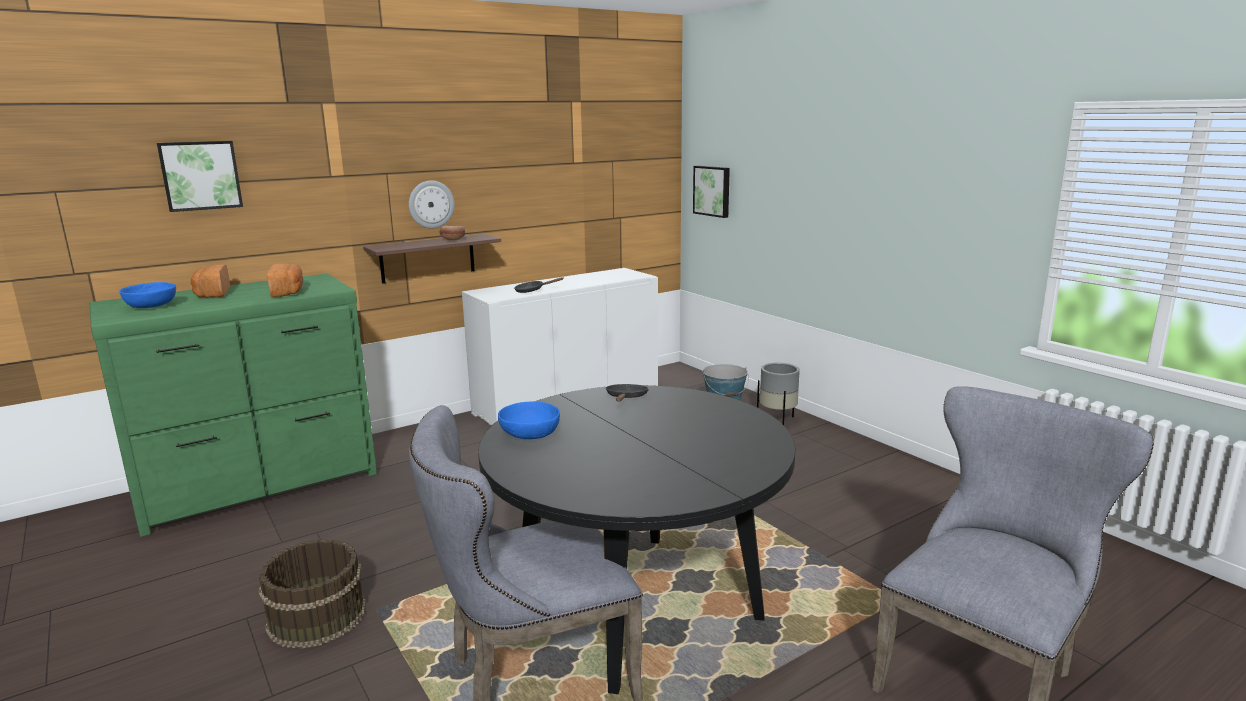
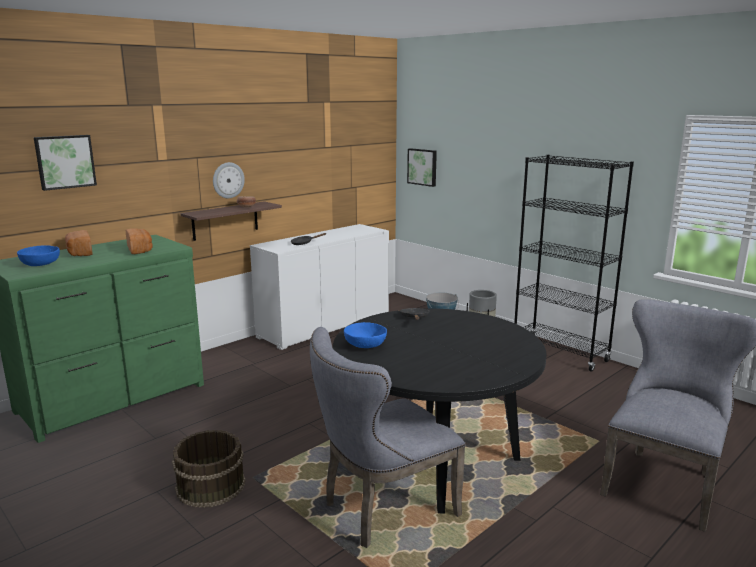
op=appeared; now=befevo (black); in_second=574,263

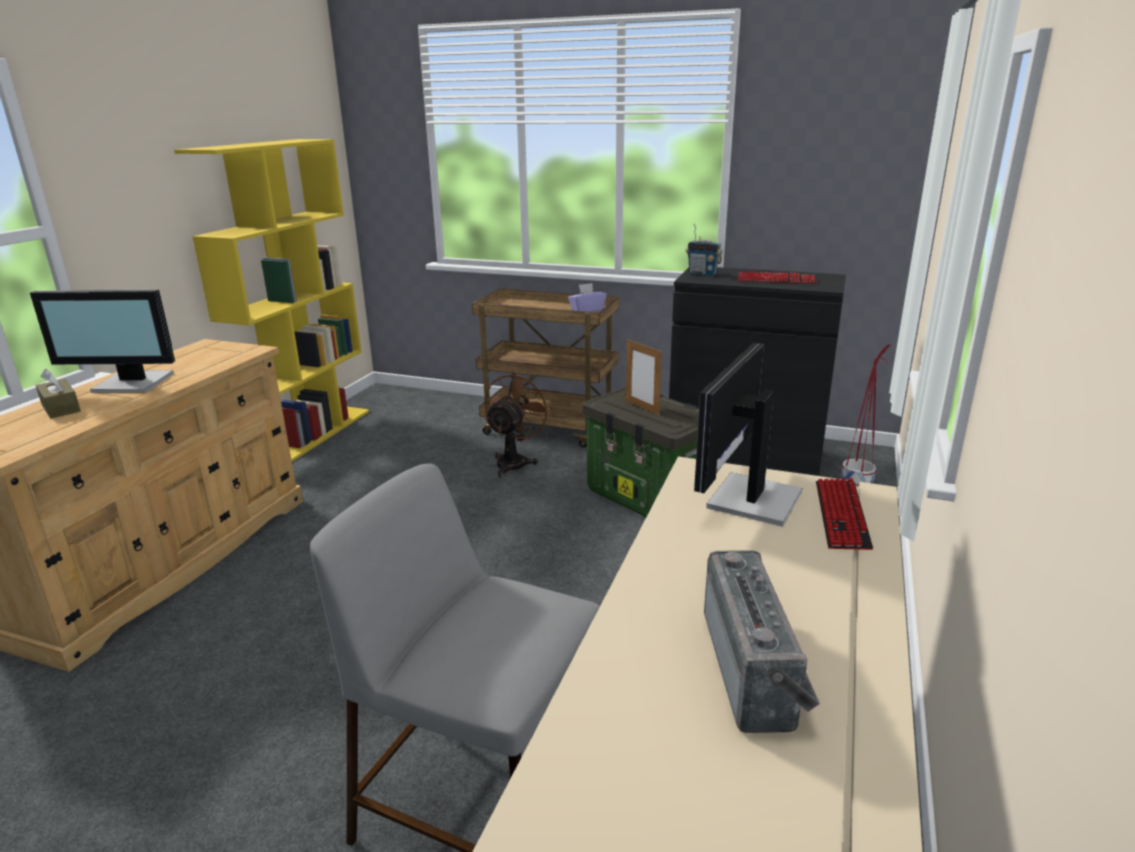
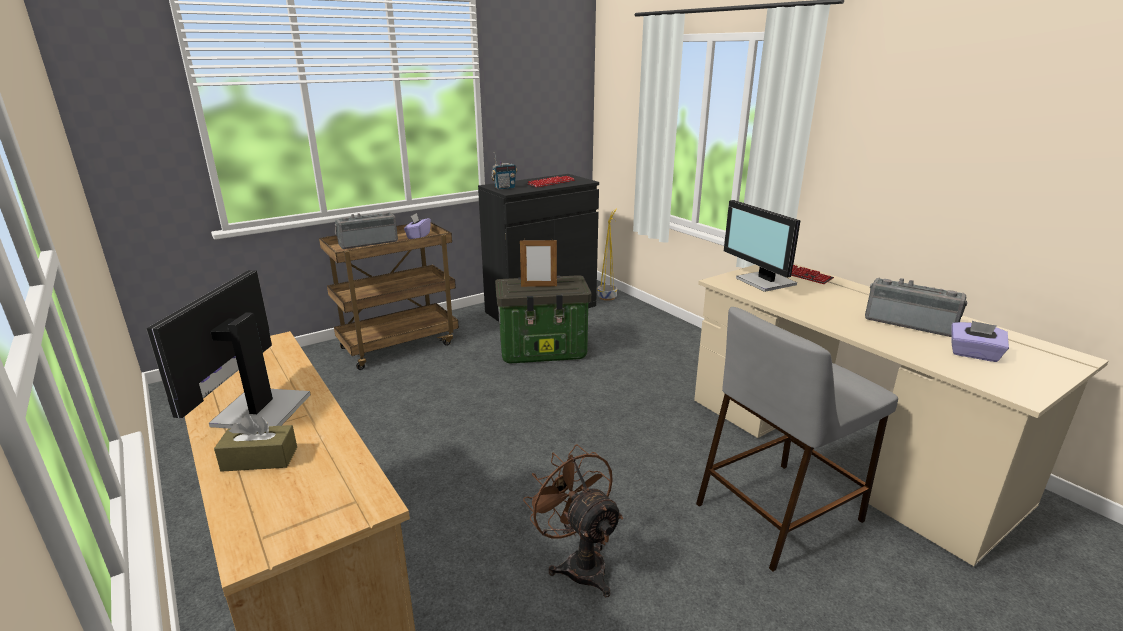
op=spun; was=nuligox; in_first=102,341; in_second=228,349; clockwise=150
op=missing; was=befevo (yellow); in_first=271,300
op=relocated; was=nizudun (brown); in_first=518,424; in_second=573,520
op=colour; was=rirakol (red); now=rirakol (yellow); in_first=866,415; in_second=607,255
op=appeared; now=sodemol; in_second=366,230
op=appeared; now=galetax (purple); in_second=980,341

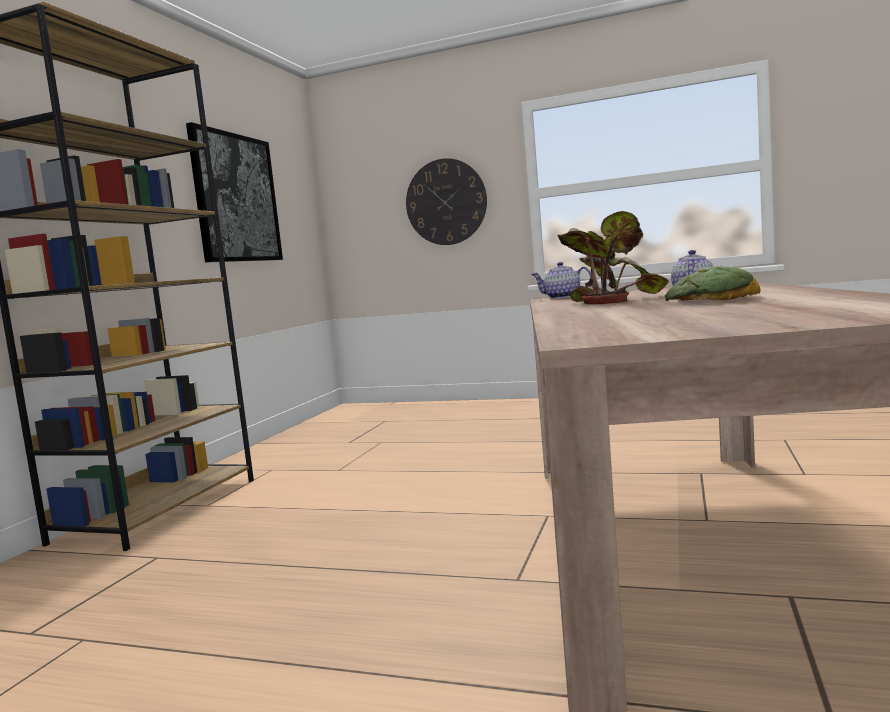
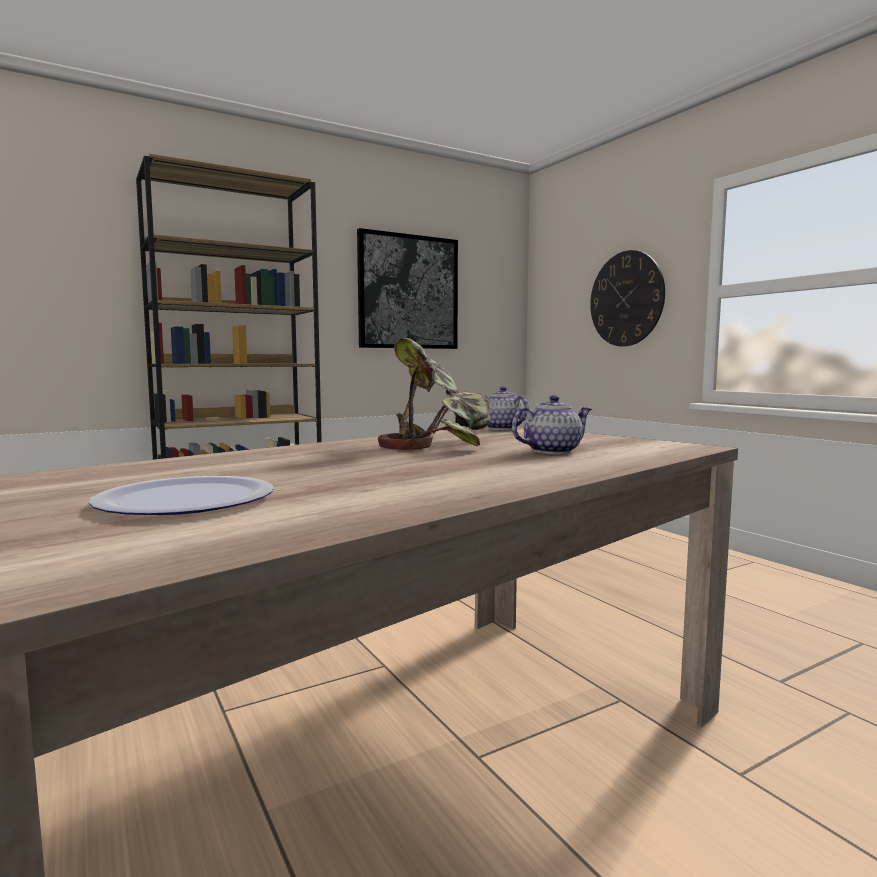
op=missing; was=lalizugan; in_first=713,283
op=appeared; now=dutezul; in_second=181,495

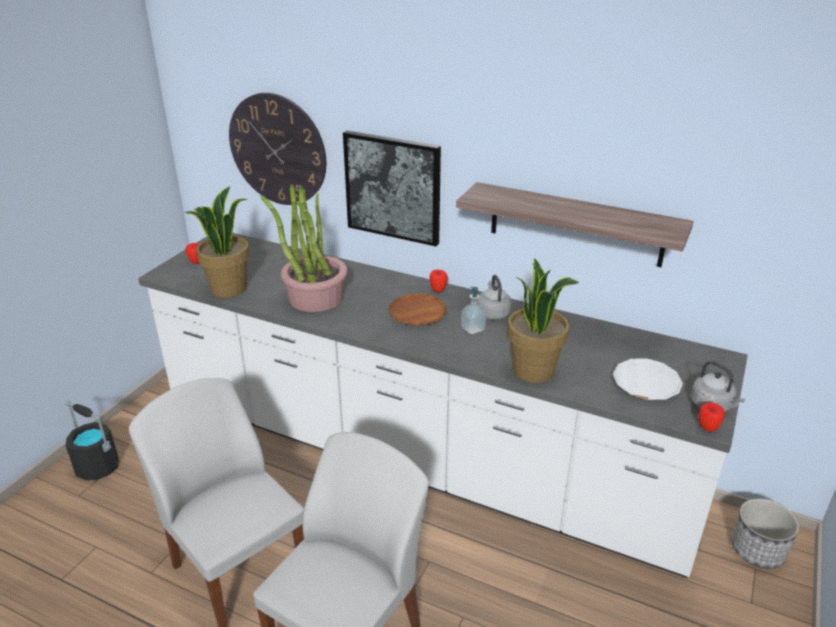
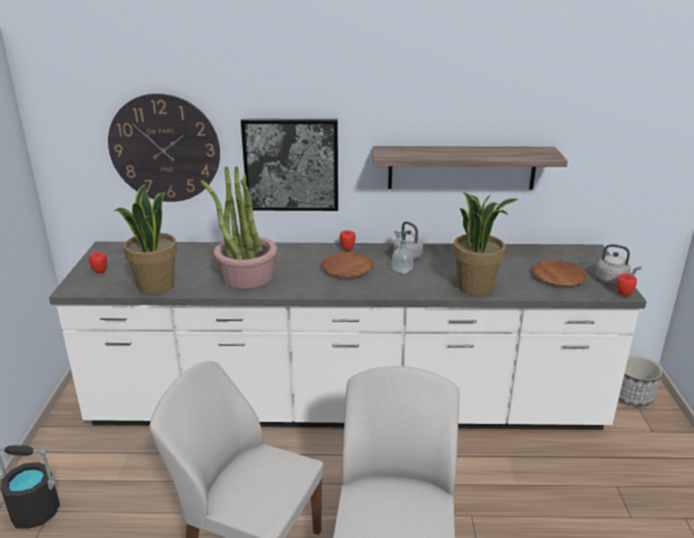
op=colour; was=dutezul (white); now=dutezul (brown); in_first=648,379; in_second=560,273

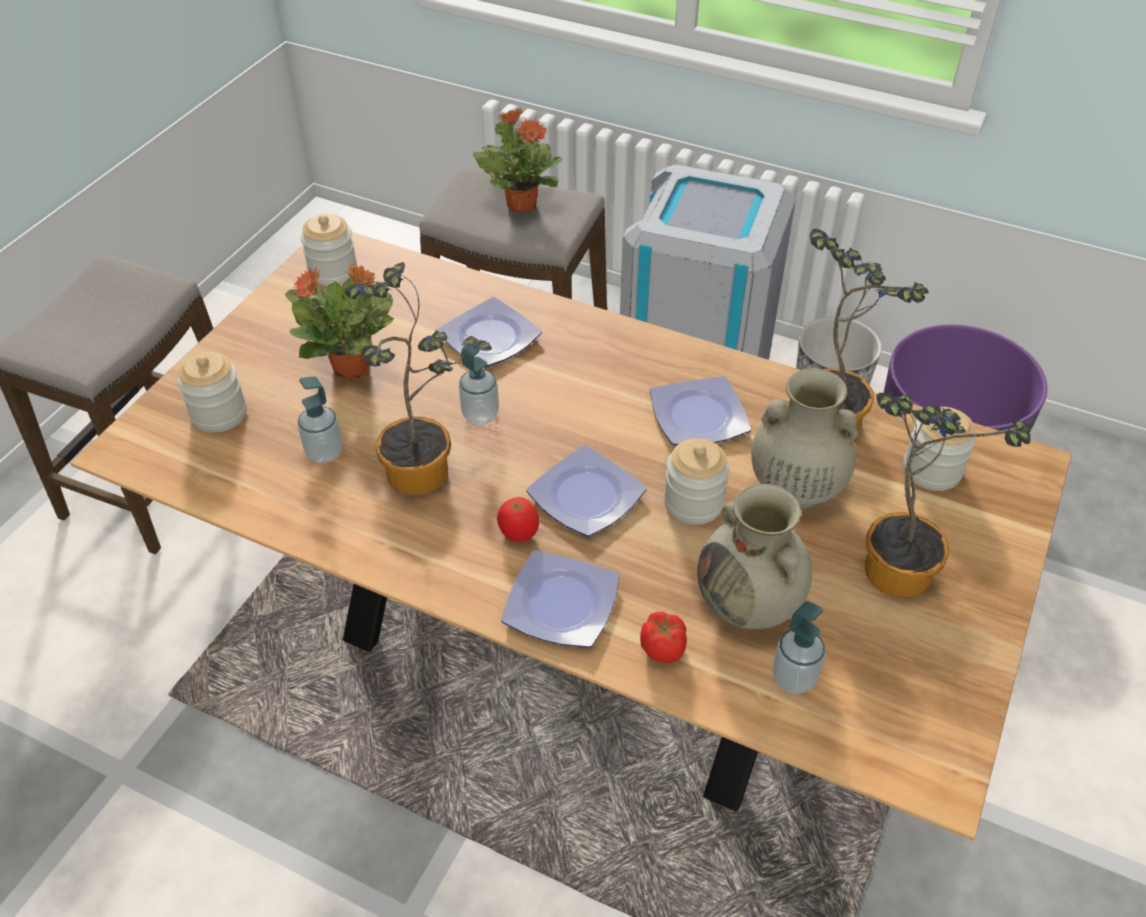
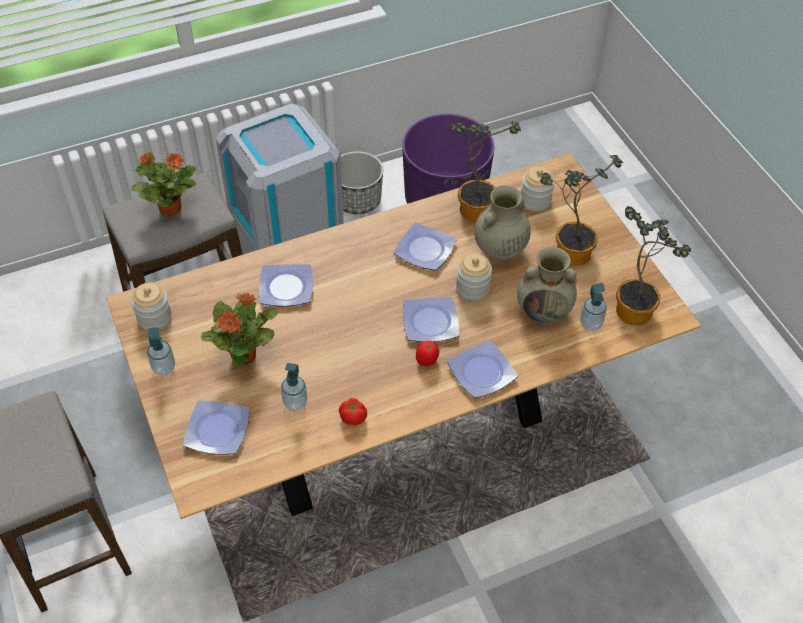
op=exchanged; was=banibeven; now=dutezul; in_first=212,392; in_second=216,427
op=relocated; was=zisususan; in_first=418,378; in_second=653,265
op=relocated; was=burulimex; in_first=479,382; in_second=161,351
op=relocated; was=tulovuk; in_first=663,637; in_second=353,412

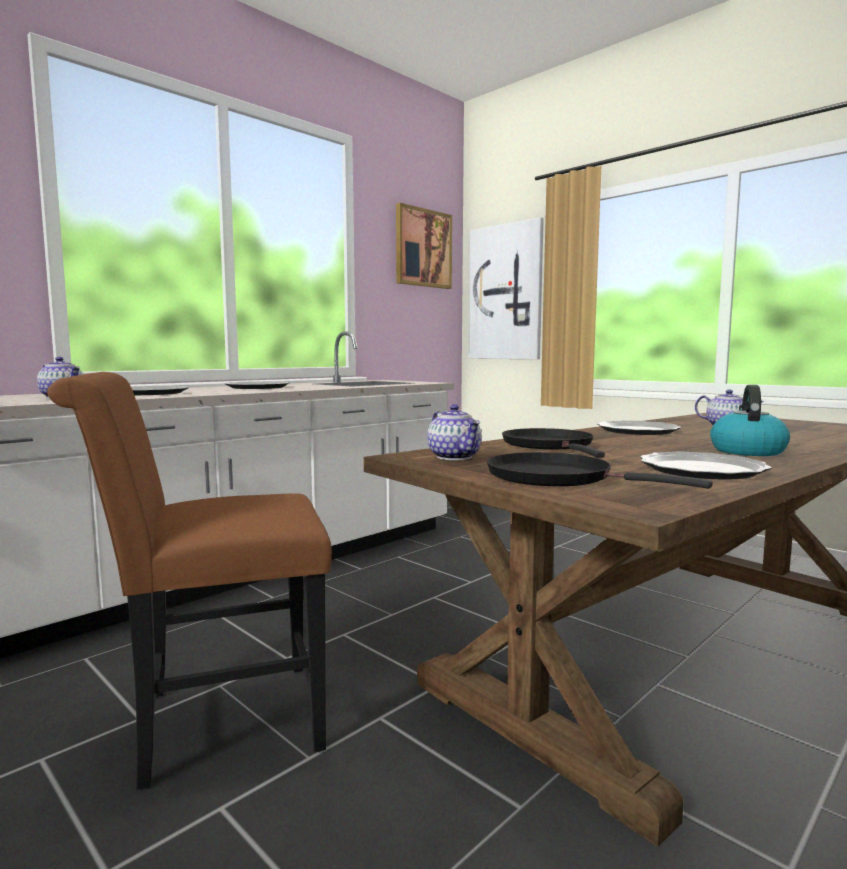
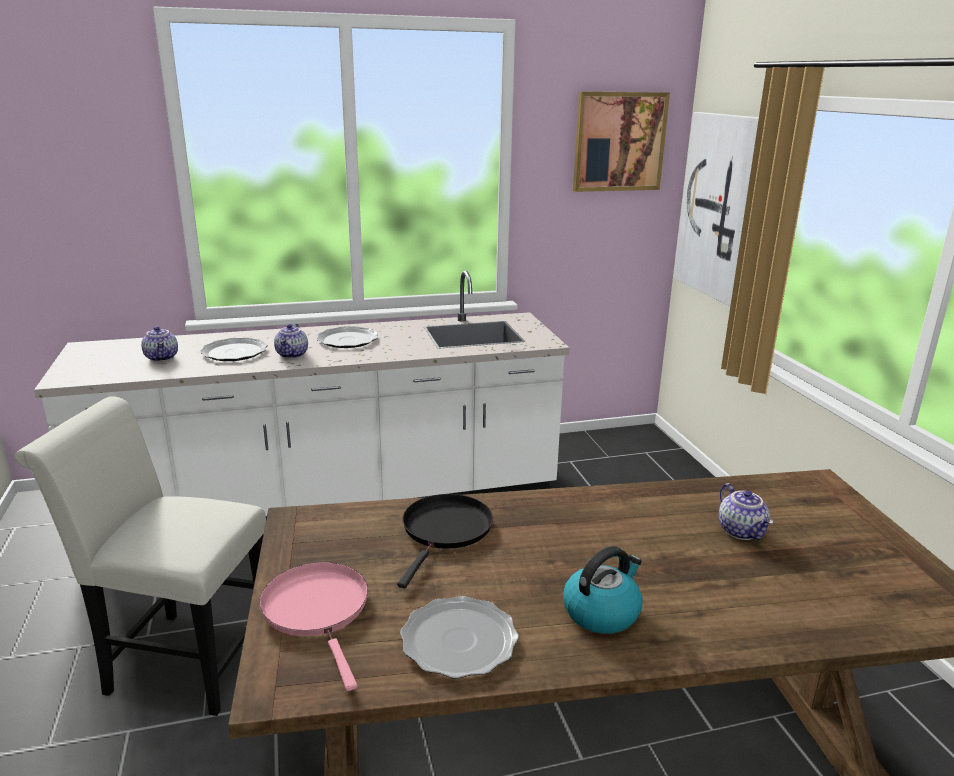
op=colour; was=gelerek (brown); now=gelerek (white); in_first=189,581; in_second=140,556
op=relocated; was=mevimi; in_first=454,432; in_second=291,341
op=colour; was=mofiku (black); now=mofiku (pink); in_first=600,470; in_second=313,626
op=missing; was=dutezul; in_first=639,428

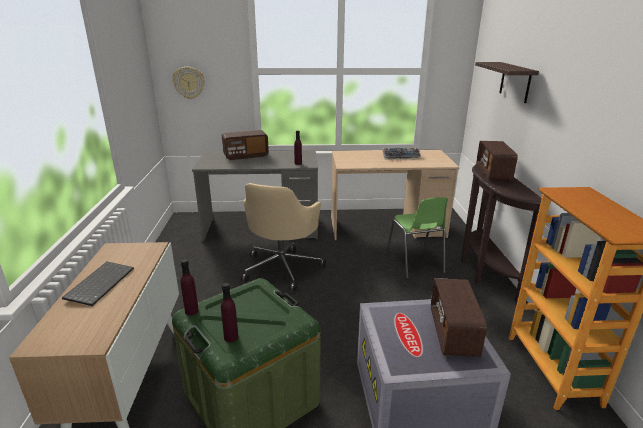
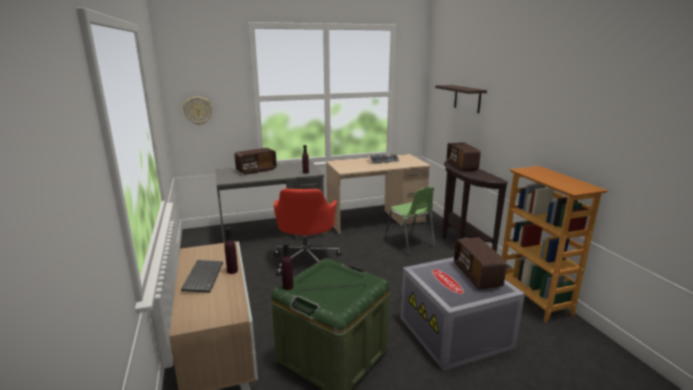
op=relocated; was=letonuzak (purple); in_first=229,312; in_second=231,250
op=colour; was=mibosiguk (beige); now=mibosiguk (red); in_first=283,237; in_second=307,232

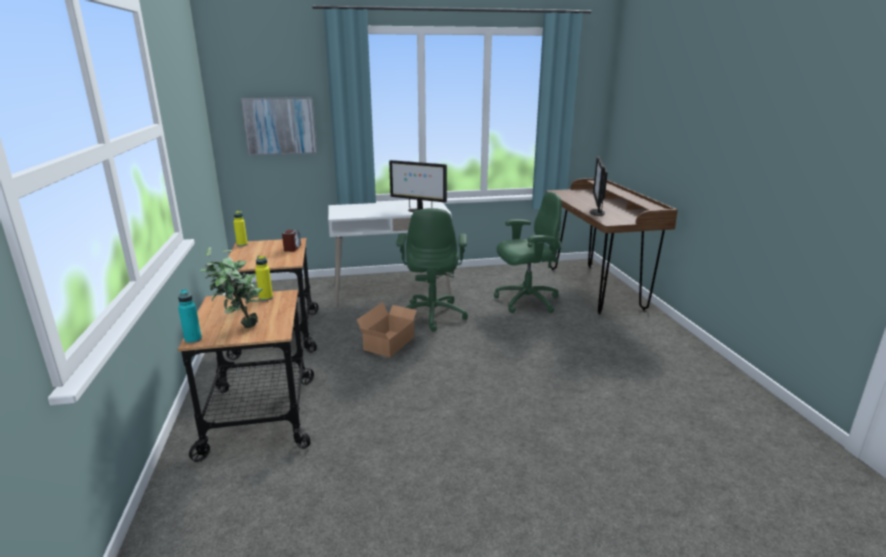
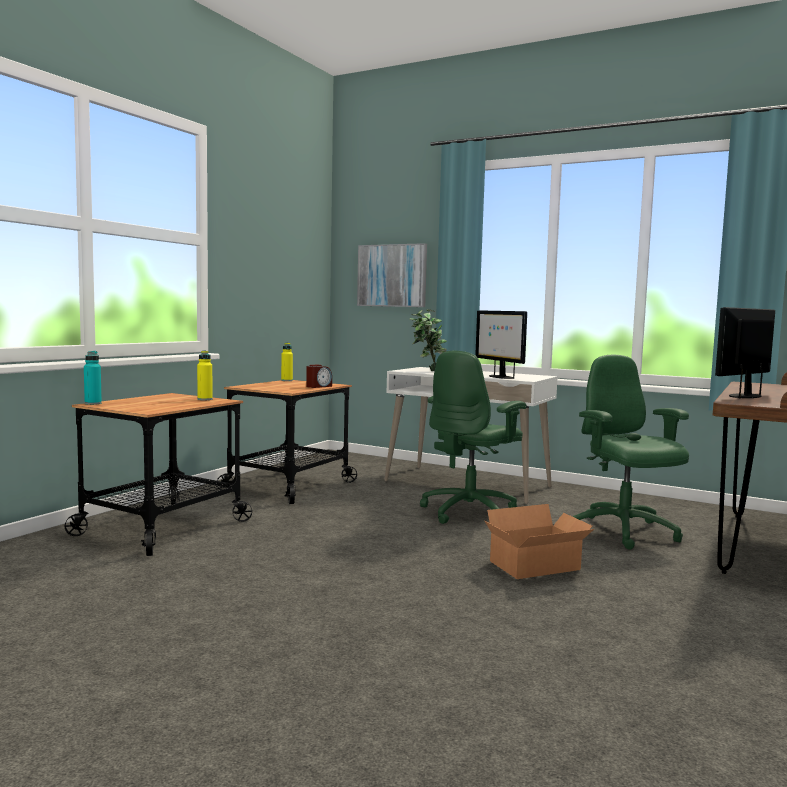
op=relocated; was=zisususan; in_first=231,287; in_second=428,340
op=relocated; was=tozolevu; in_first=389,329; in_second=539,541
op=spun; was=mibosiguk (green); in_first=528,252; in_second=631,452; clockwise=-135

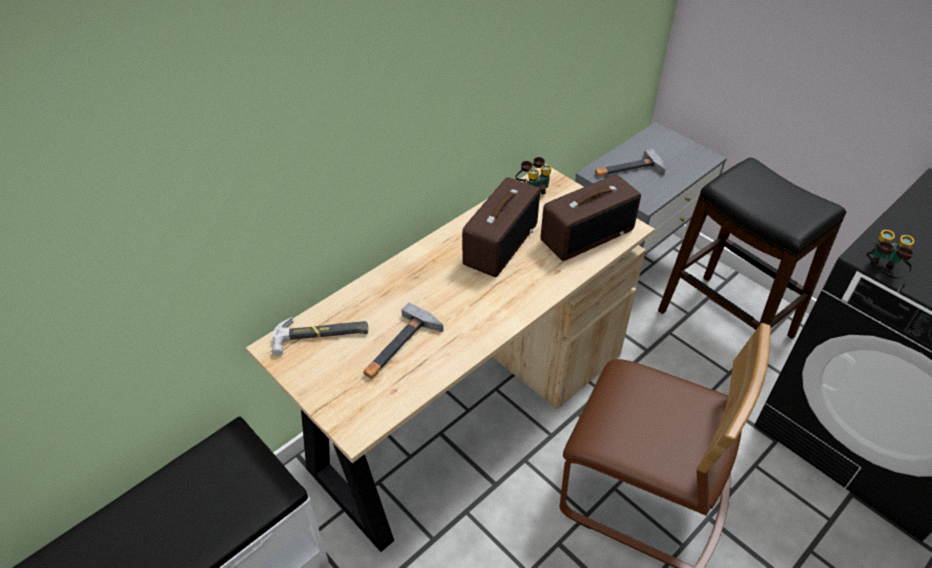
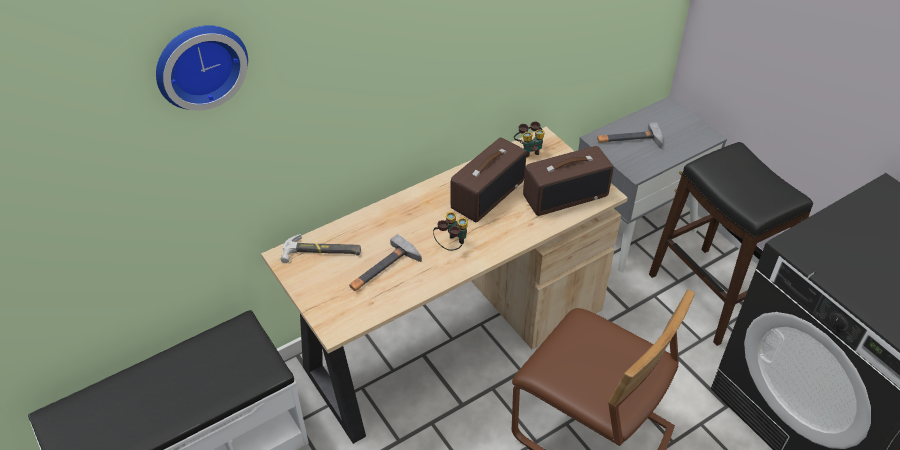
op=relocated; was=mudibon; in_first=891,254; in_second=450,231
op=appeared; now=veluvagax; in_second=202,68

